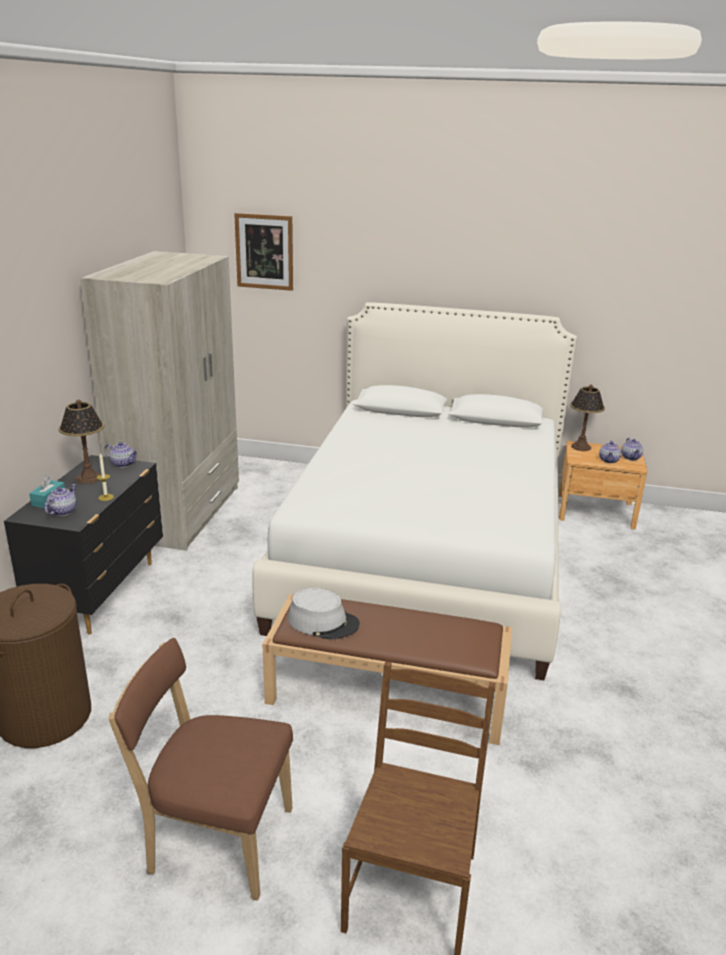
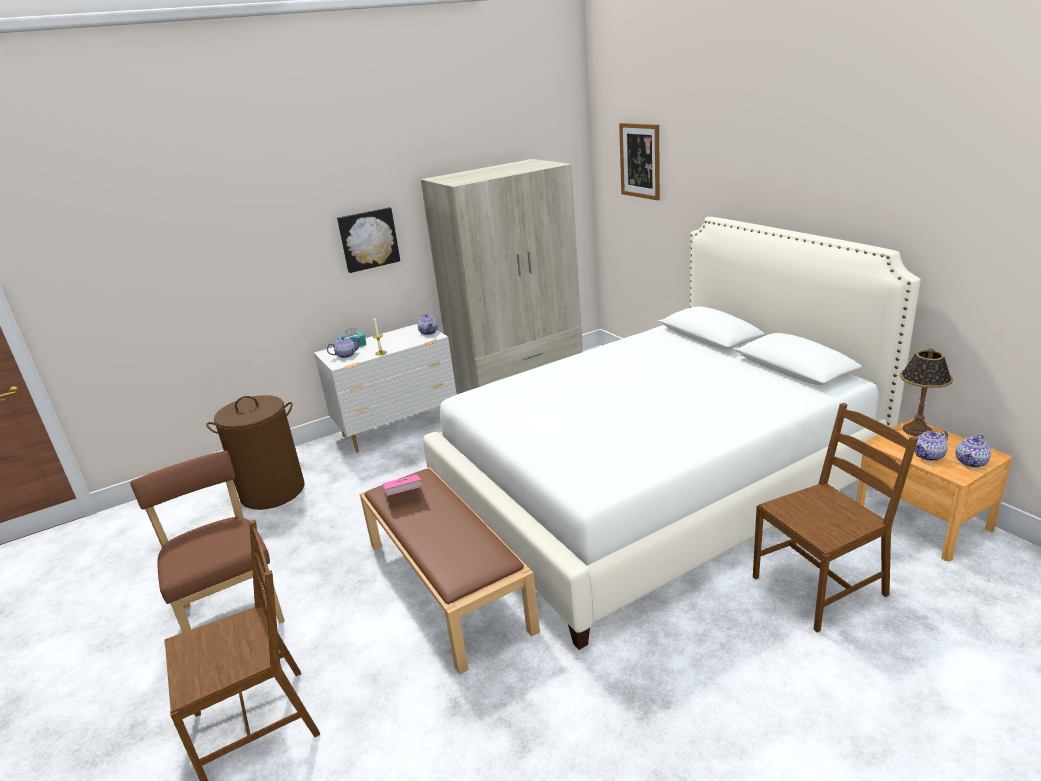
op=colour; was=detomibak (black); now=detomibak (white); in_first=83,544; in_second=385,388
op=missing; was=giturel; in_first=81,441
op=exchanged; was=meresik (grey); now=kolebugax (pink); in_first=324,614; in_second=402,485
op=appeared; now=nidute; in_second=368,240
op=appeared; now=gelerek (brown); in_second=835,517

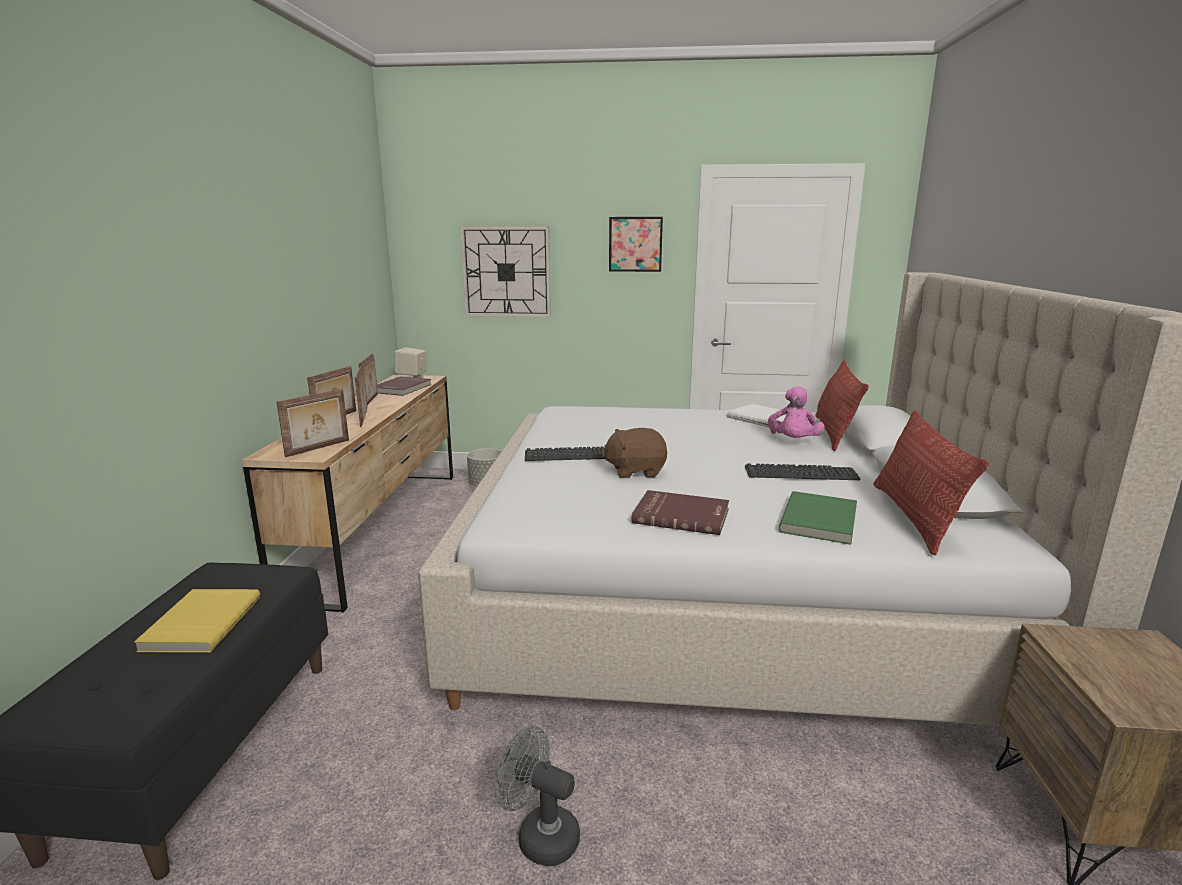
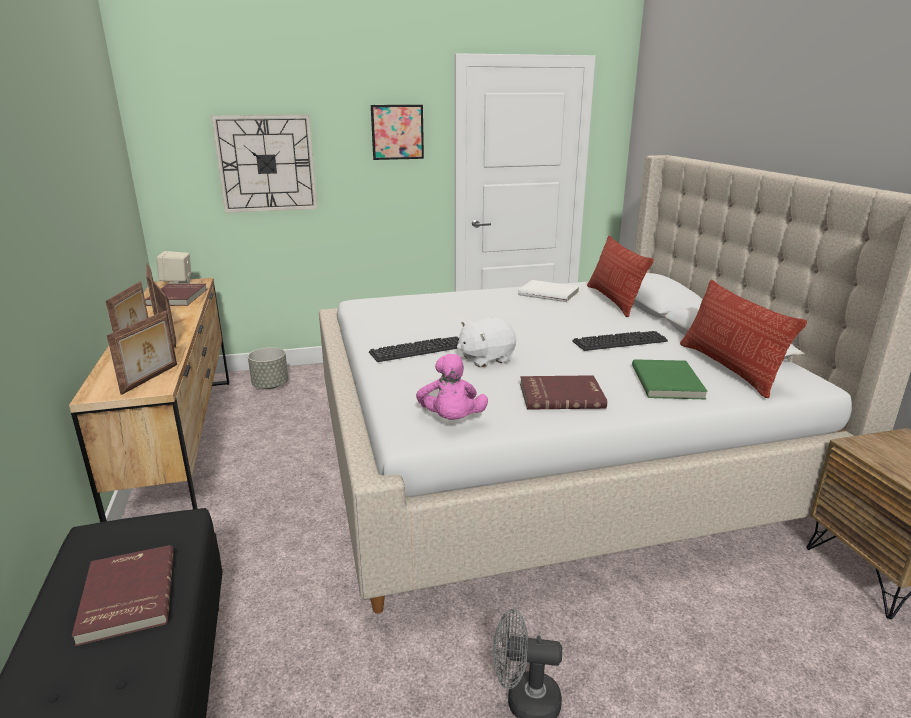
op=colour; was=kolebugax (yellow); now=kolebugax (red); in_first=197,621; in_second=123,595
op=colour; was=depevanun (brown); now=depevanun (white); in_first=634,453; in_second=486,342
op=relocated; was=depevanun (pink); in_first=796,412; in_second=452,387

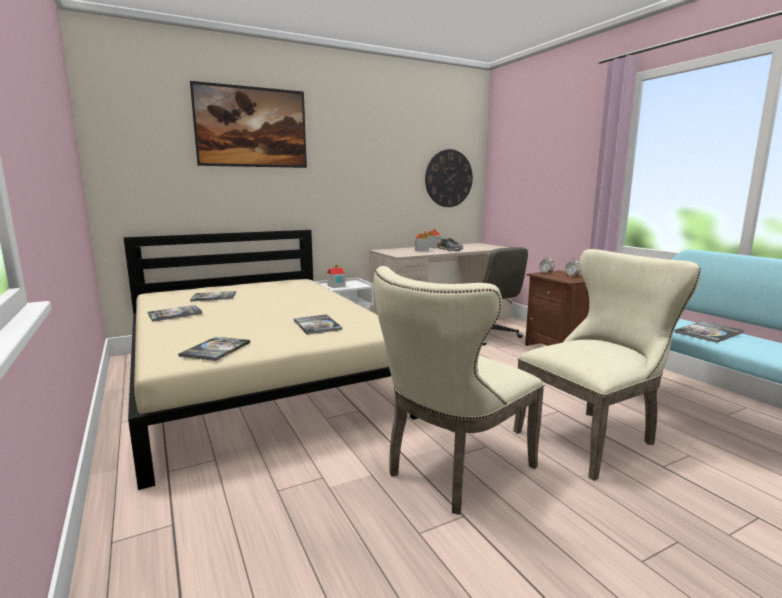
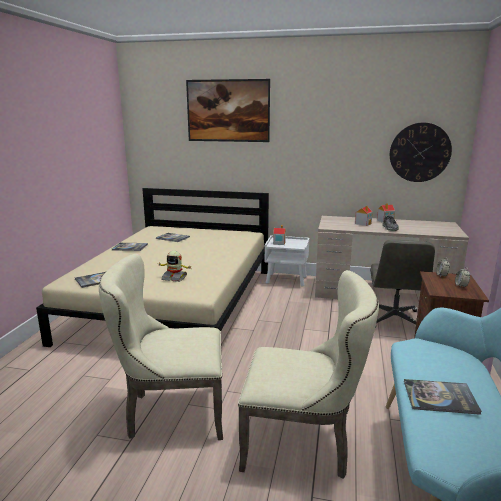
op=exchanged; was=kolebugax; now=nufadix; in_first=318,324; in_second=174,266

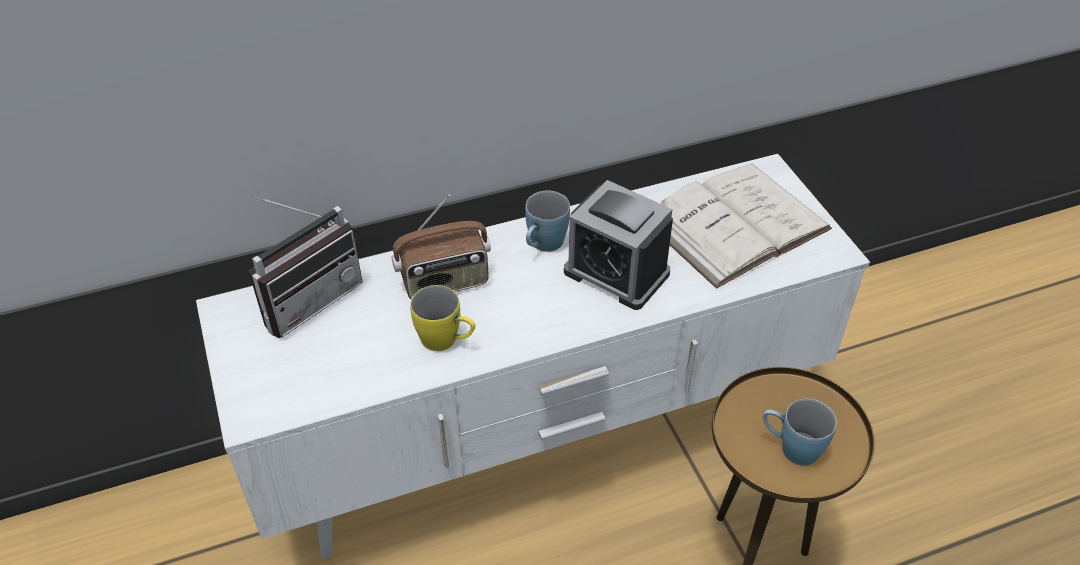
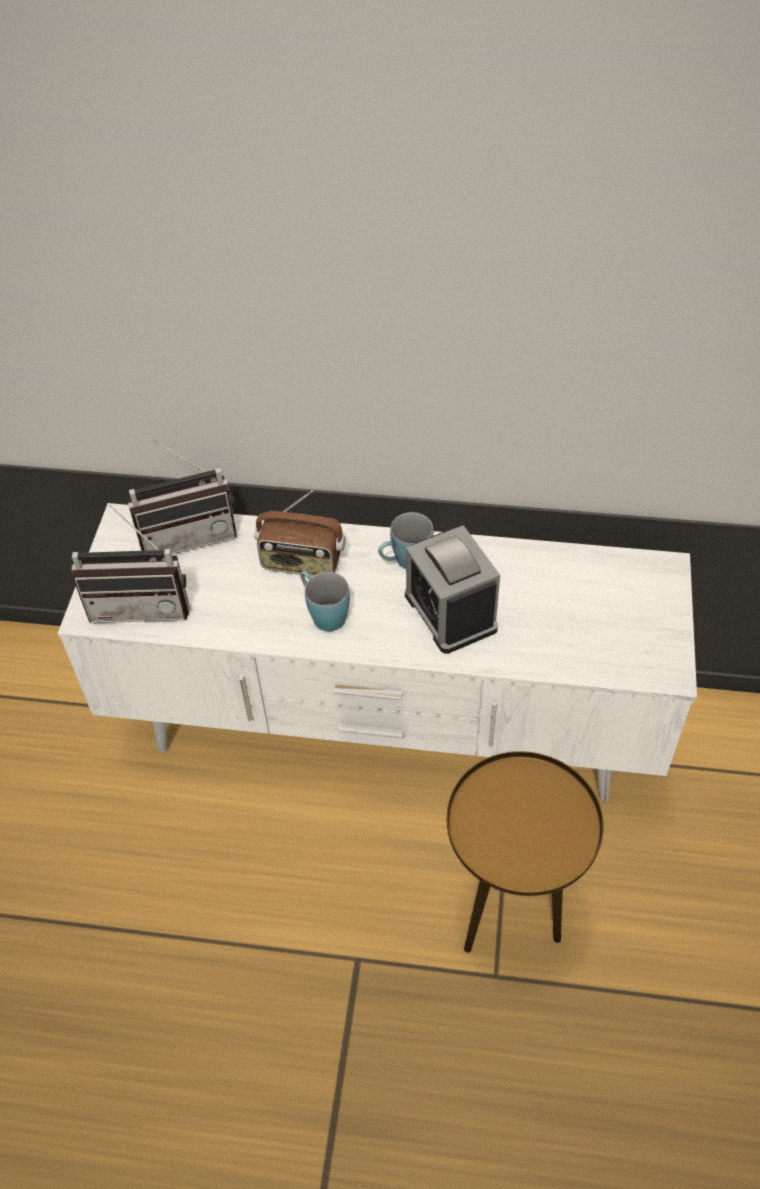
op=missing; was=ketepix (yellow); in_first=442,318
op=missing; was=kolebugax (white); in_first=746,226
op=relocated; was=ketepix (blue); in_first=799,432; in_second=325,601
op=appeared; now=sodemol; in_second=130,564

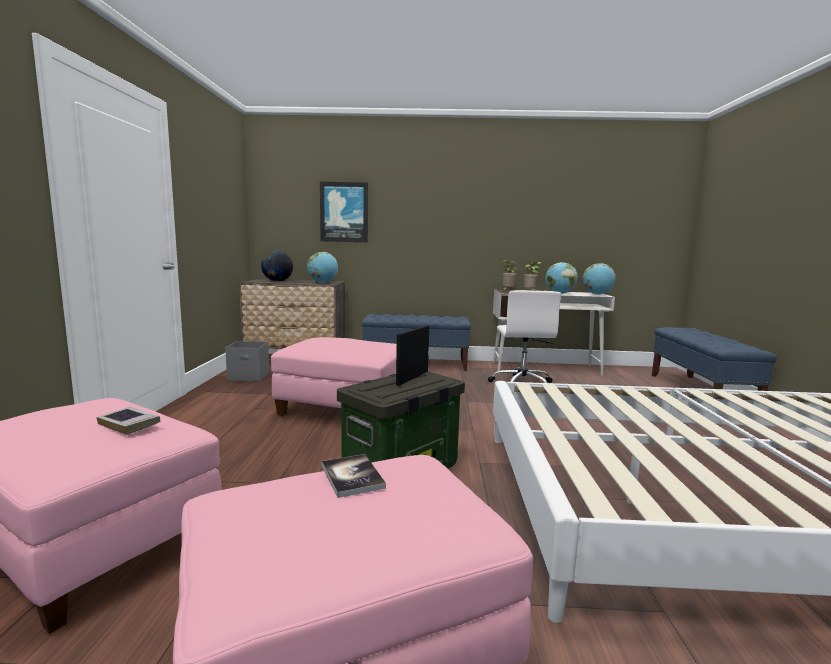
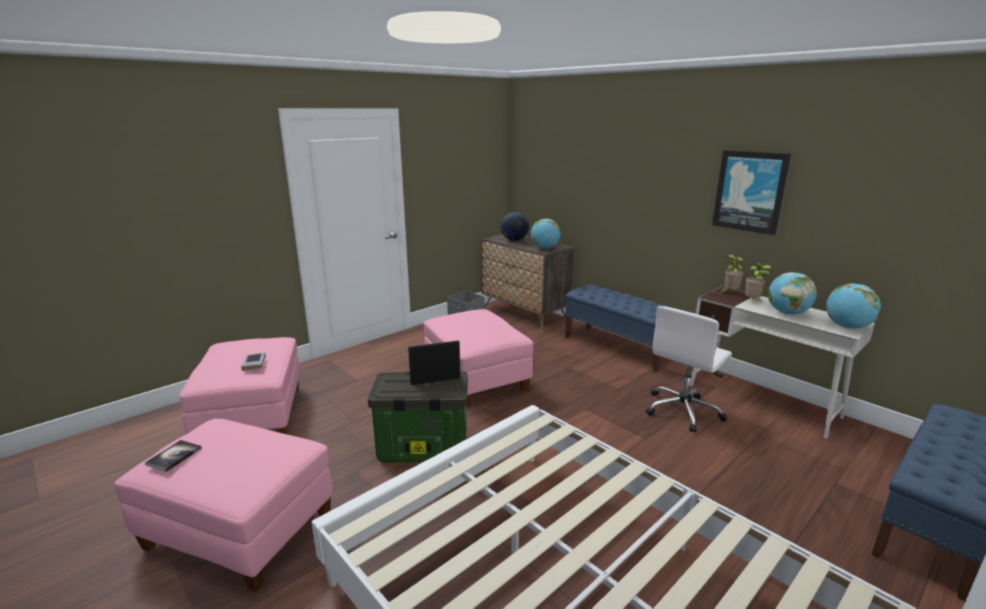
op=relocated; was=nidute; in_first=344,212; in_second=751,192
op=relocated; was=kolebugax; in_first=354,476; in_second=173,456

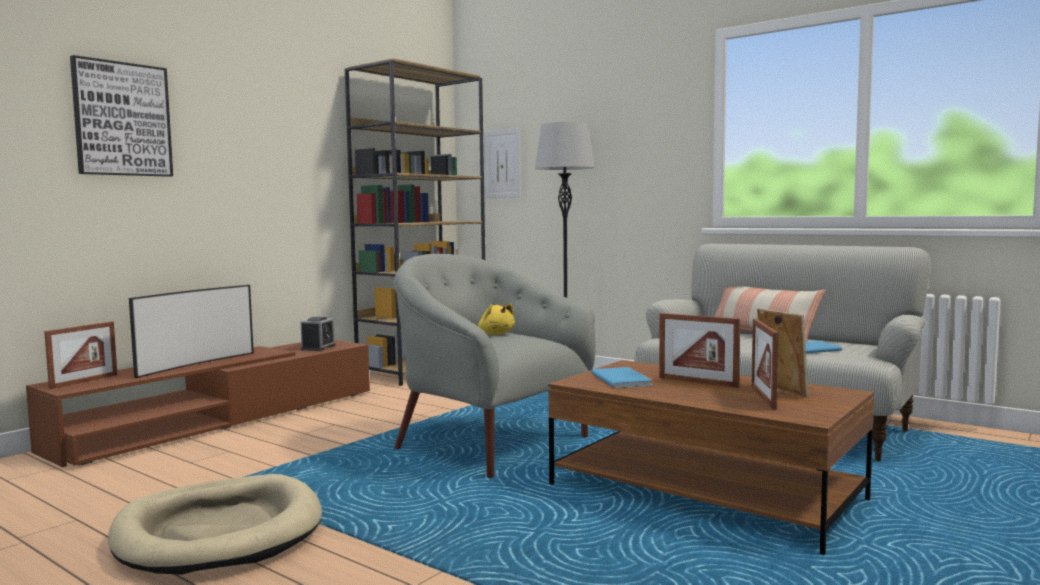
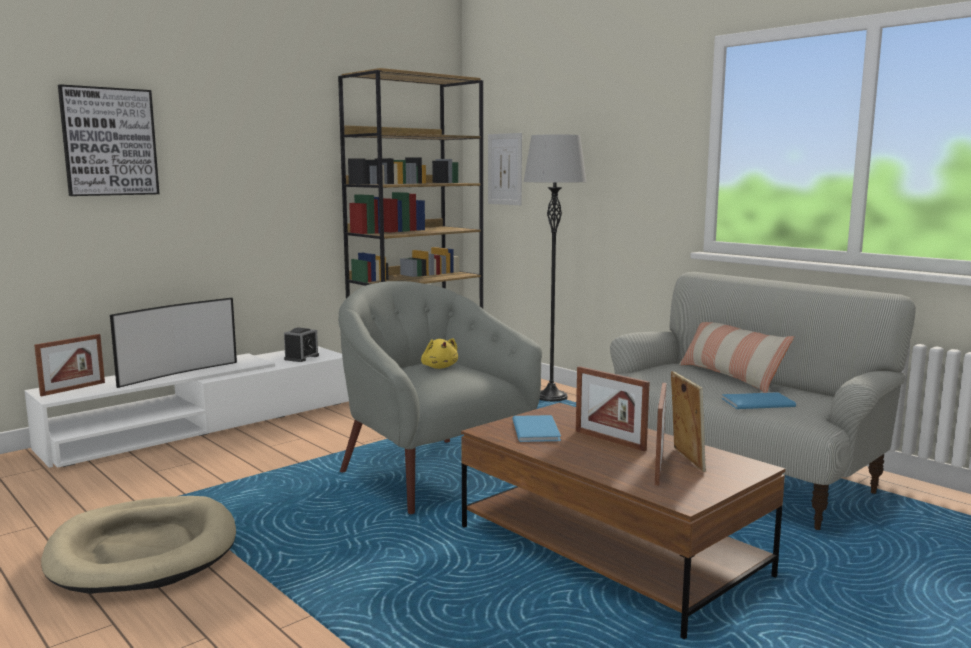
op=colour; was=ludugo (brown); now=ludugo (white); in_first=198,403; in_second=186,407

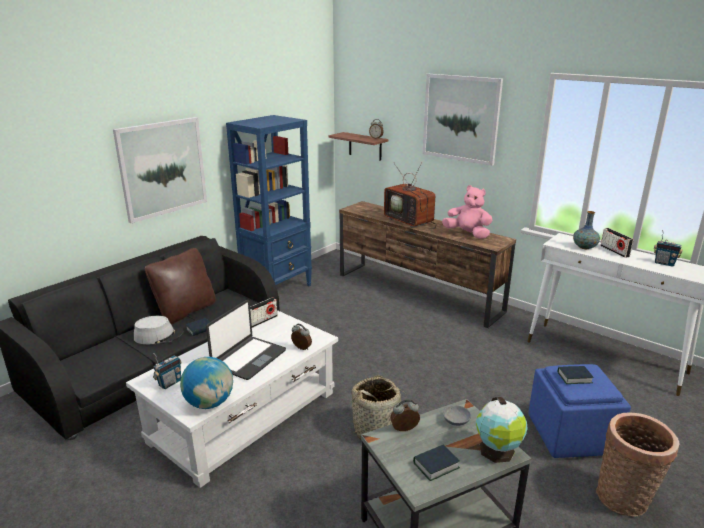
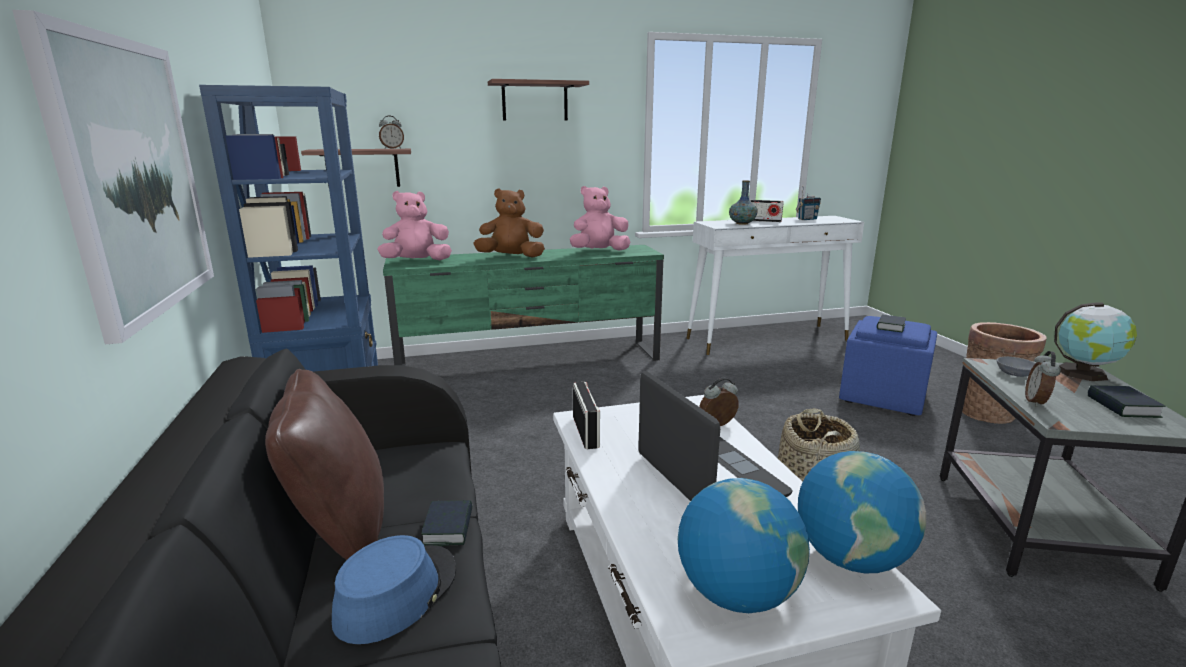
op=colour; was=meresik (grey); now=meresik (blue); in_first=159,330; in_second=394,589
op=exchanged; was=sodemol; now=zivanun; in_first=167,371; in_second=744,545
op=colour; was=ludugo (brown); now=ludugo (green); in_first=427,264; in_second=523,305
op=exchanged; was=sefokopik; now=depevanun (brown); in_first=410,195; in_second=509,223
op=exchanged; was=nidute; now=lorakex; in_first=462,120; in_second=538,100
op=appeared; now=depevanun (pink); in_second=414,225

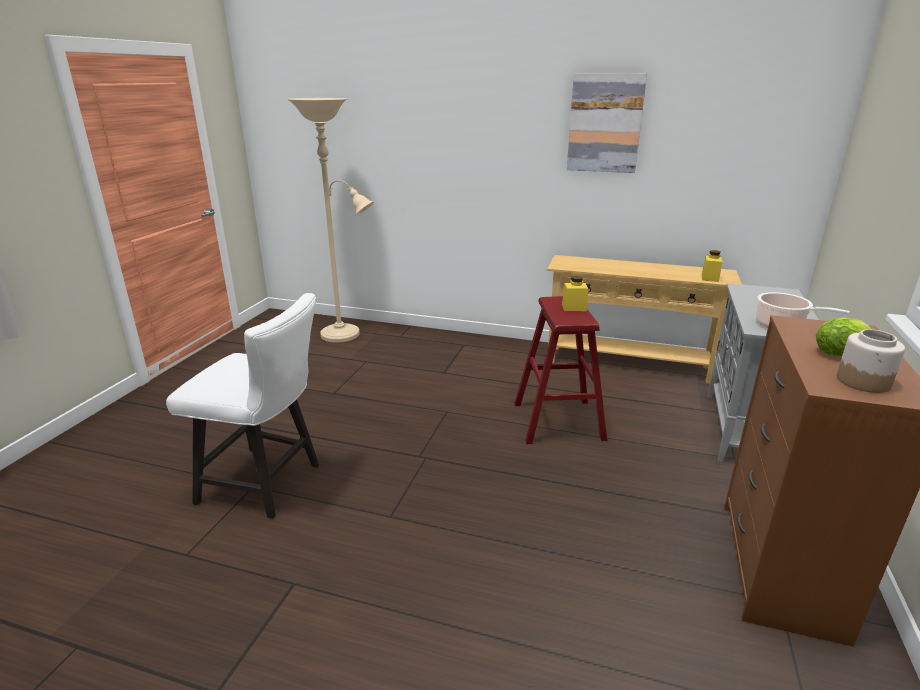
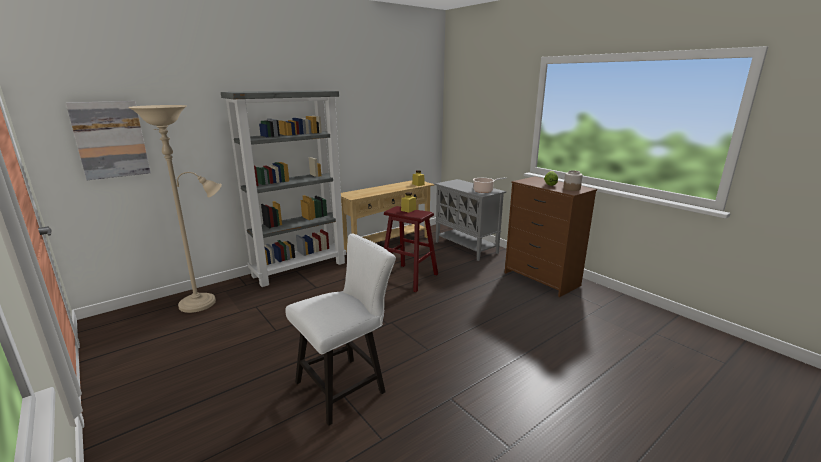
op=relocated; was=nidute; in_first=607,123; in_second=108,140
op=appeared; now=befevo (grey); in_second=283,188

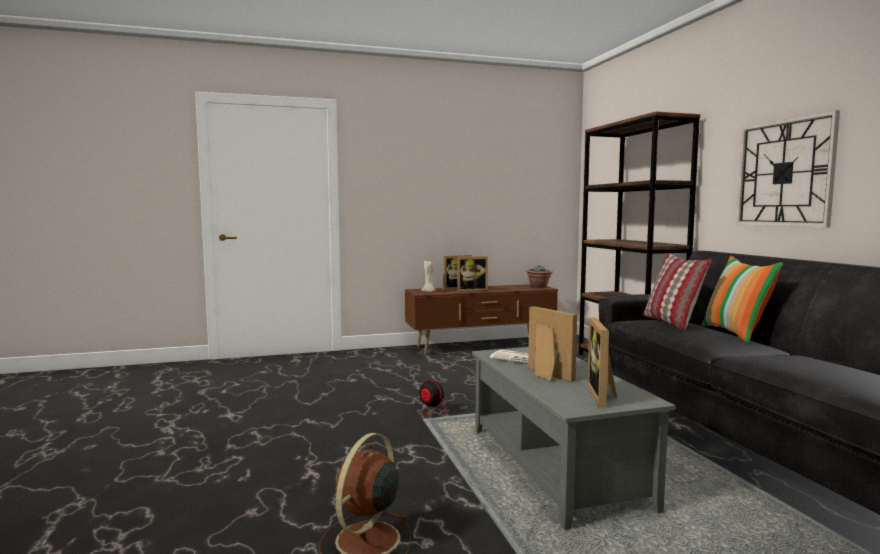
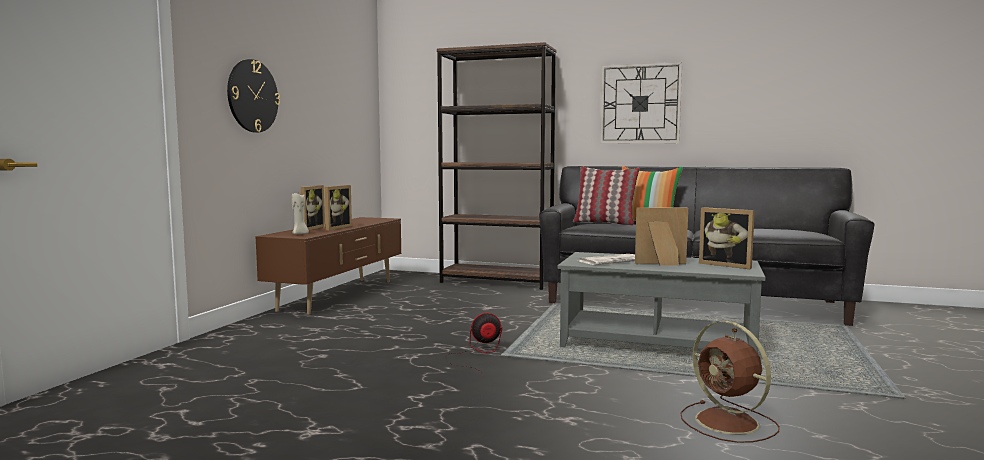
op=missing; was=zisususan; in_first=539,276
op=appeared; now=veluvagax; in_second=253,95

